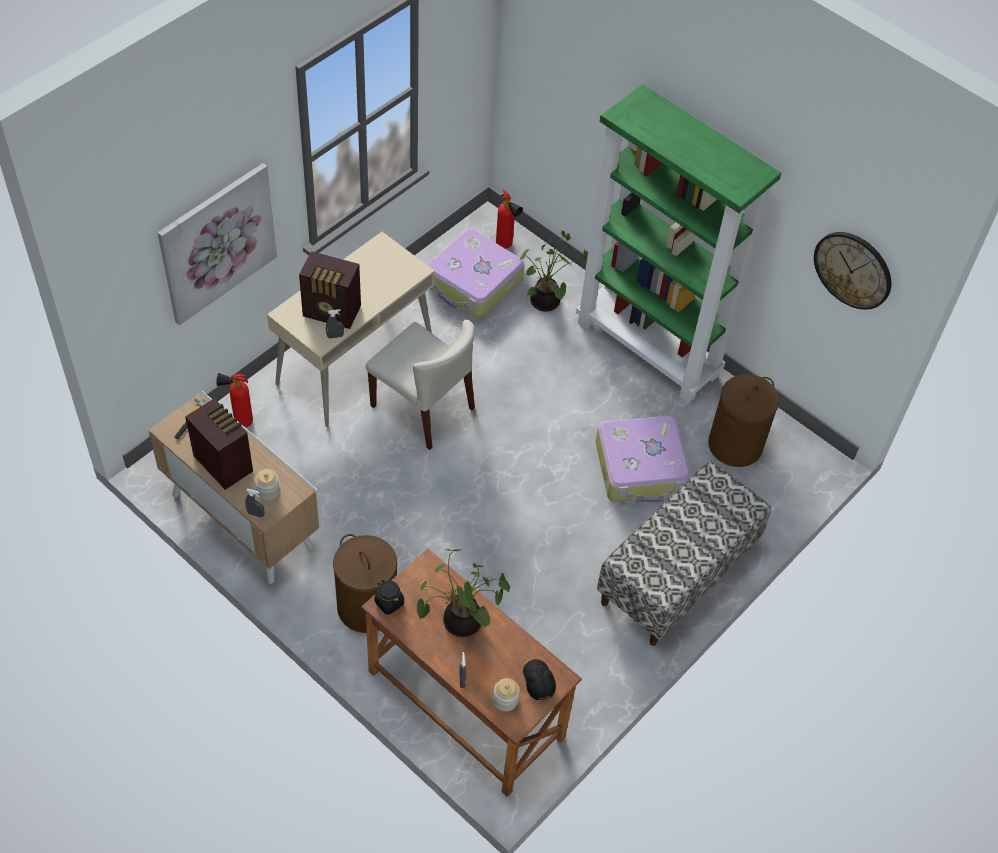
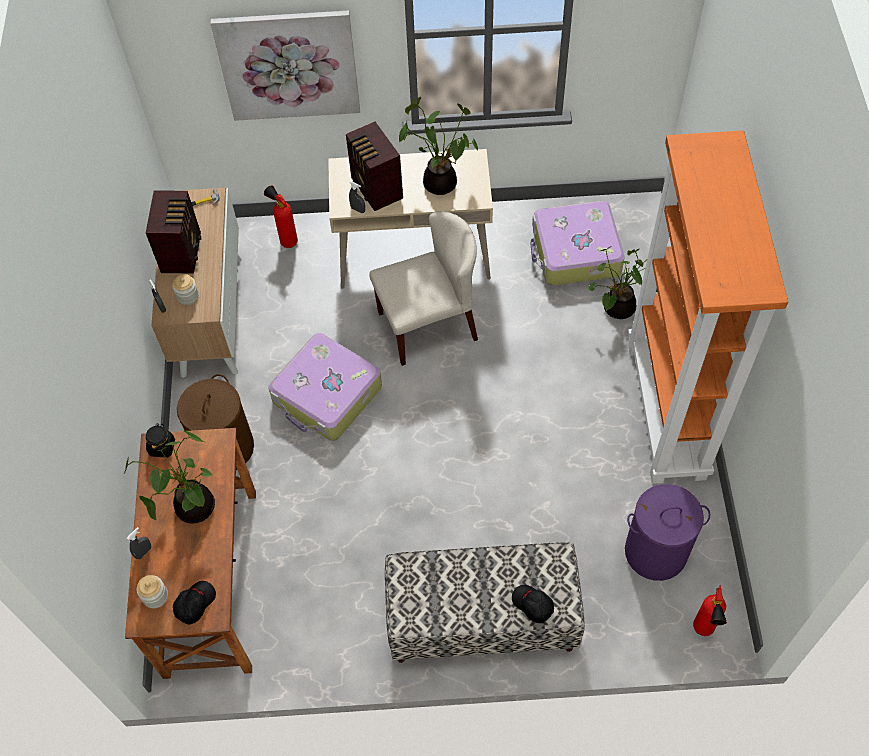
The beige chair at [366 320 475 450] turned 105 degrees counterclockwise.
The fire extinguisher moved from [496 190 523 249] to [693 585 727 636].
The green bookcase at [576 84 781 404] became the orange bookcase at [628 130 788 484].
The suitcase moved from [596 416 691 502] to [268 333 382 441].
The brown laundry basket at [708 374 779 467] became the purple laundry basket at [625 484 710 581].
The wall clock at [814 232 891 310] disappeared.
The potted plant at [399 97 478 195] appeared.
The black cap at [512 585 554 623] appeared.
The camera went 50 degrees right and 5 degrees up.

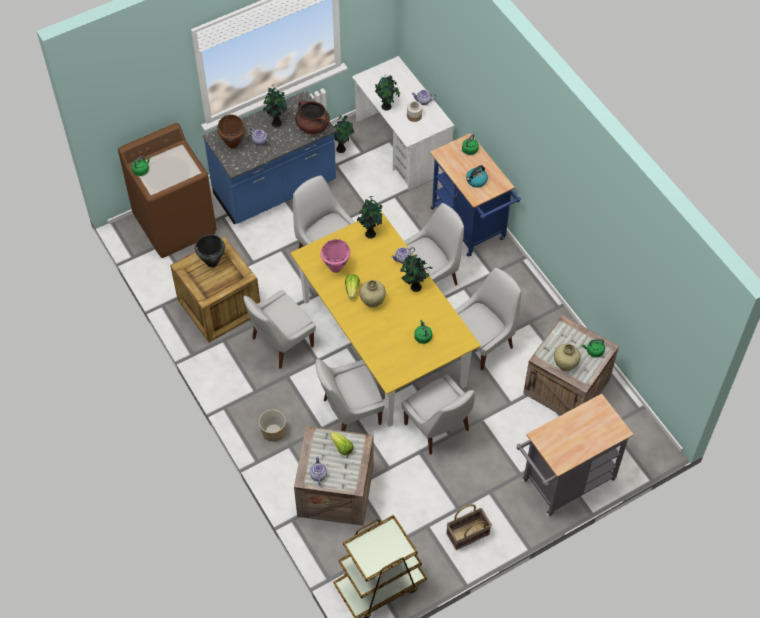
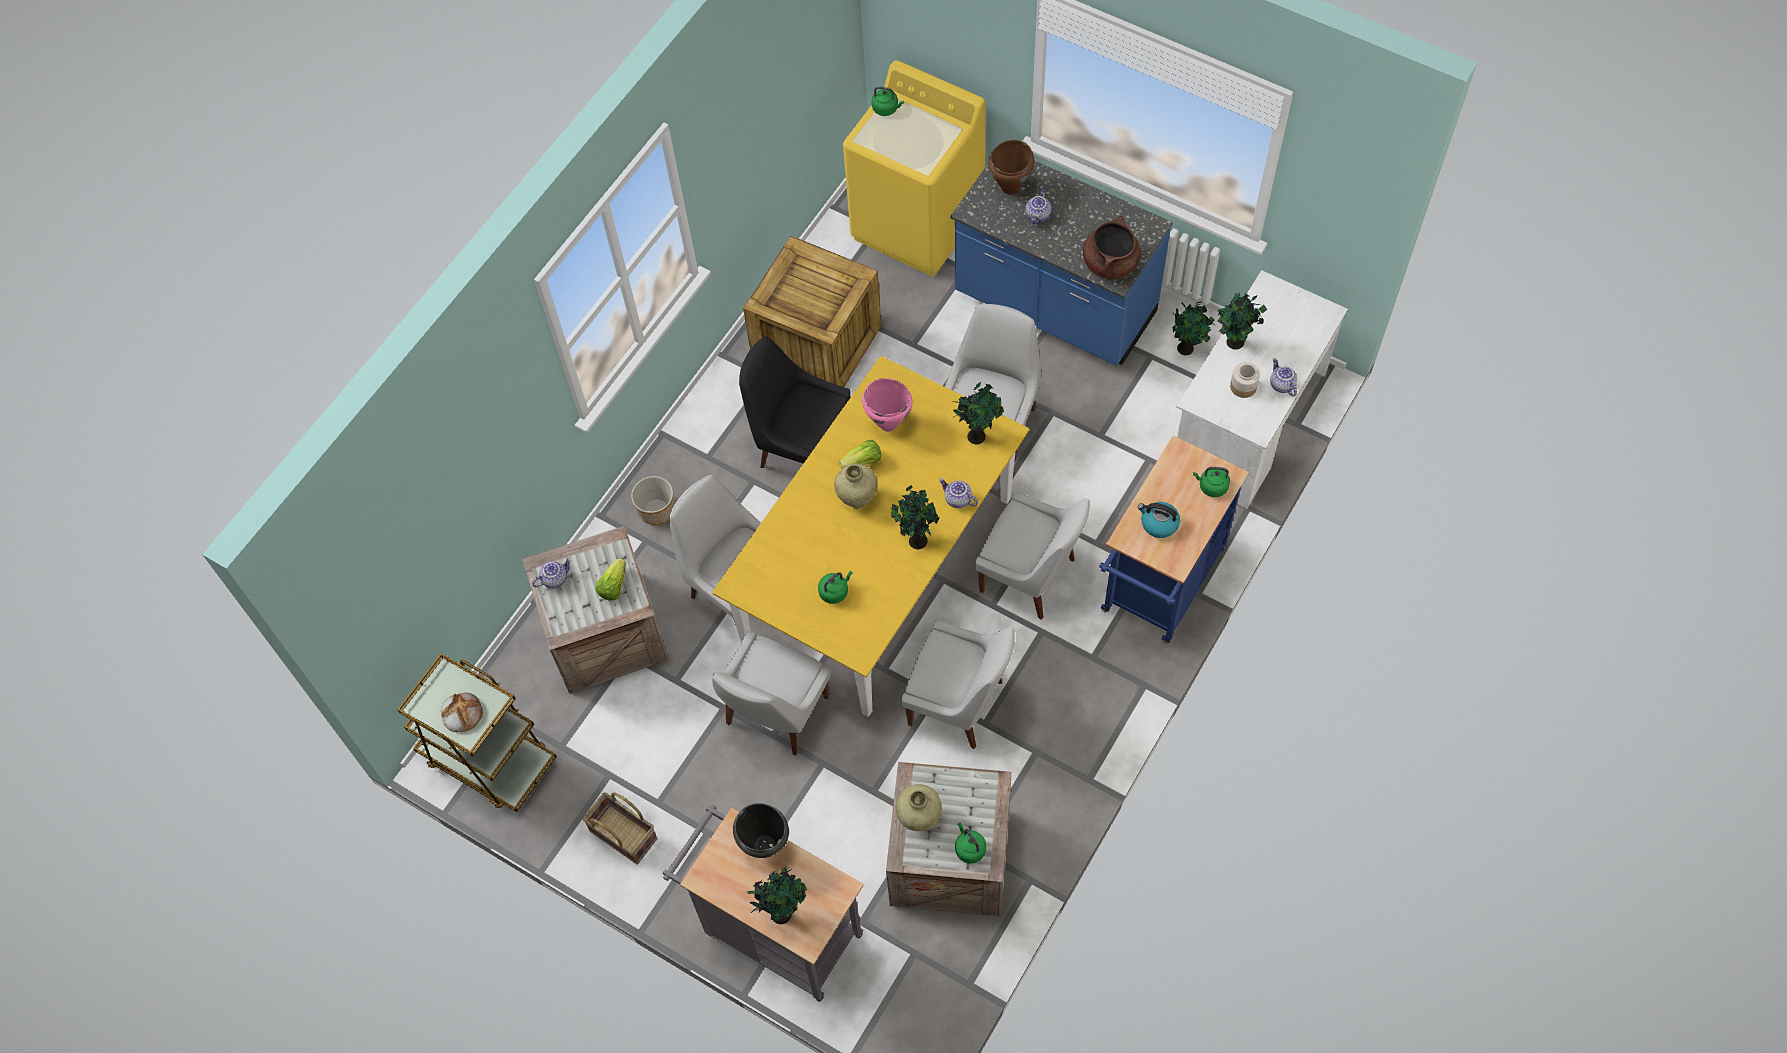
The brown washing machine at [118 123 217 258] became the yellow washing machine at [843 60 985 276].
The black cooking pot moved from [195 235 225 267] to [733 803 789 858].
The white chair at [243 290 316 369] became the black chair at [739 336 850 468].
The potted plant moved from [263 84 287 128] to [747 867 807 924].
The bread at [441 693 483 732] appeared.
The camera went 65 degrees right and 5 degrees up.

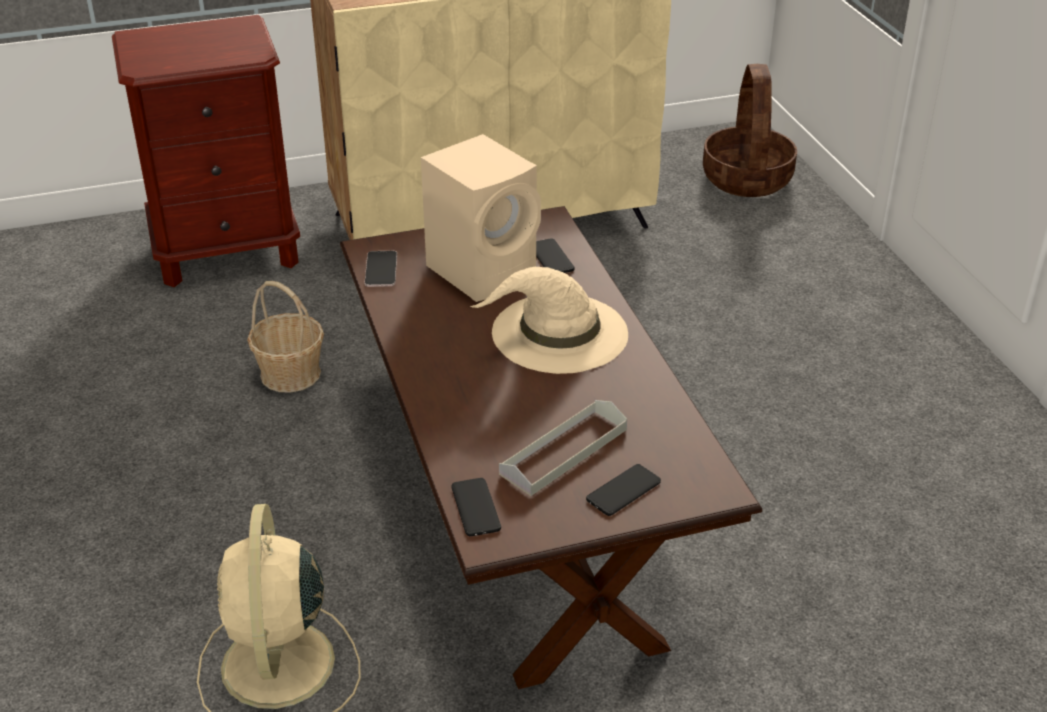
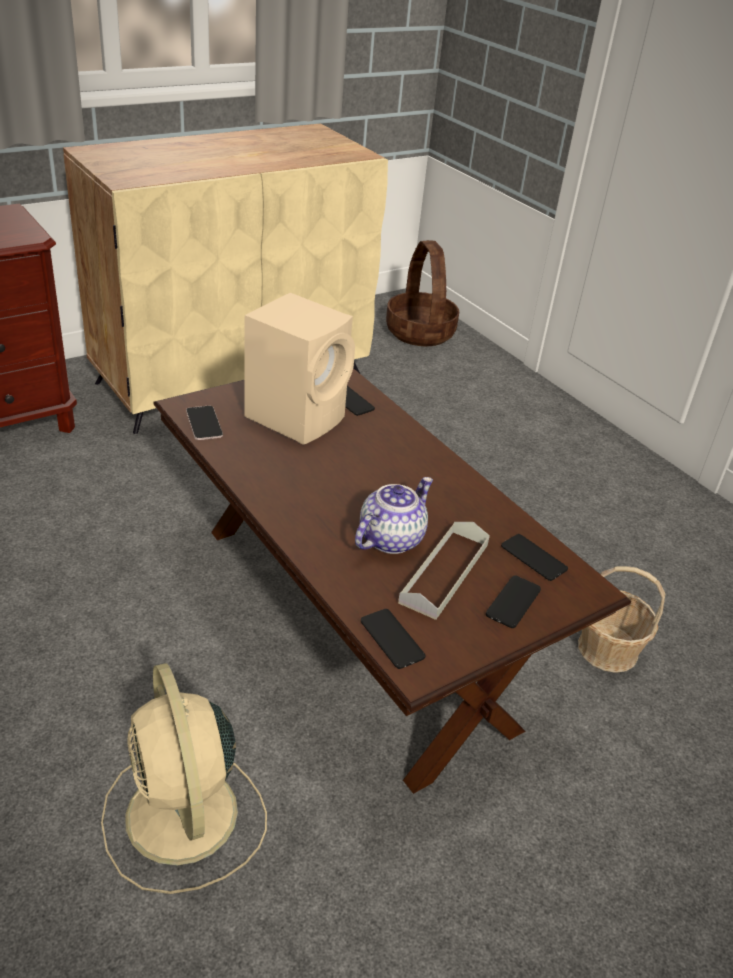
The basket moved from [247 281 324 393] to [578 566 665 673].
The beige hat at [470 267 628 374] disappeared.
The teapot at [355 477 433 554] appeared.
The phone at [501 534 568 581] appeared.
The camera went 20 degrees left and 0 degrees up.

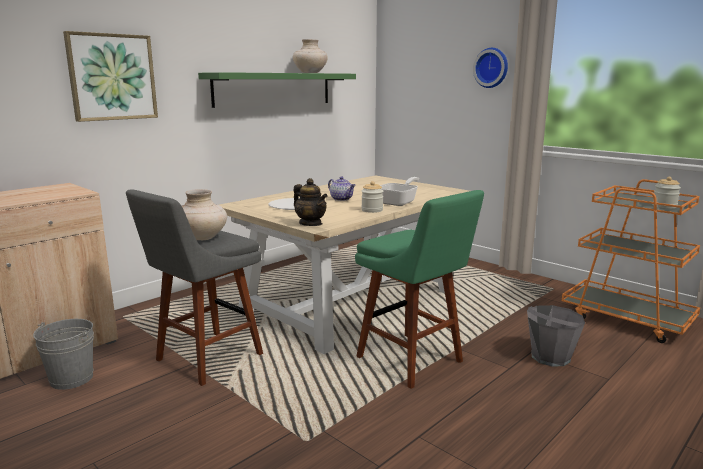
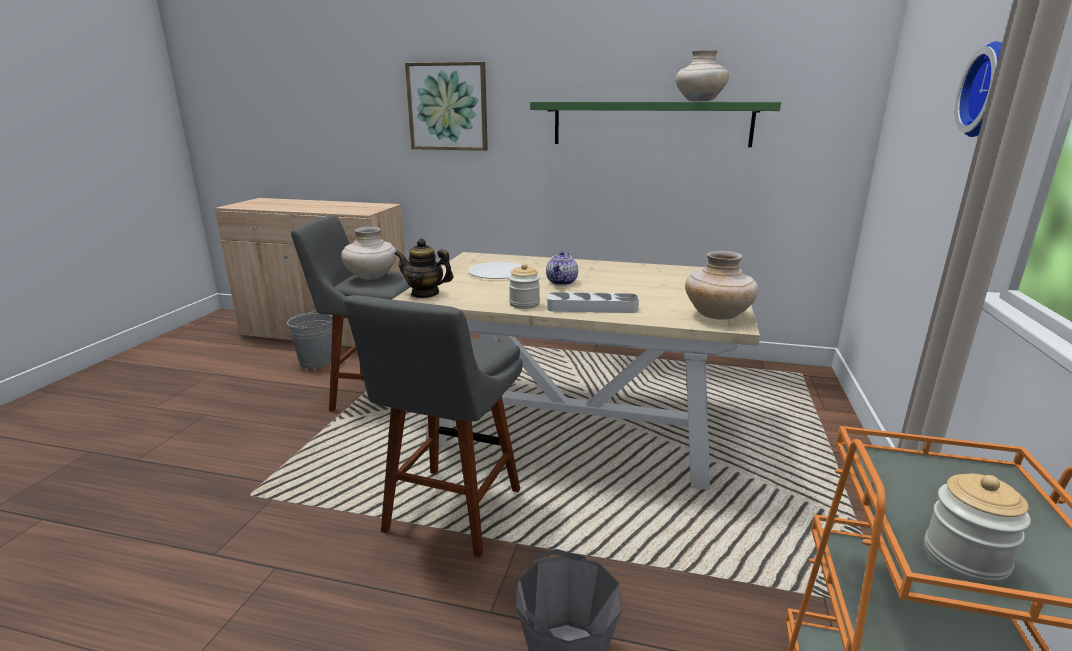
The teapot at [293 178 327 226] turned 90 degrees clockwise.
The green stool at [355 190 484 389] became the grey stool at [344 295 523 558].
The frying pan at [380 177 419 206] was replaced by the grey tray at [547 292 639 313].
The beige vase at [685 251 758 319] appeared.
The camera went 60 degrees right and 5 degrees up.

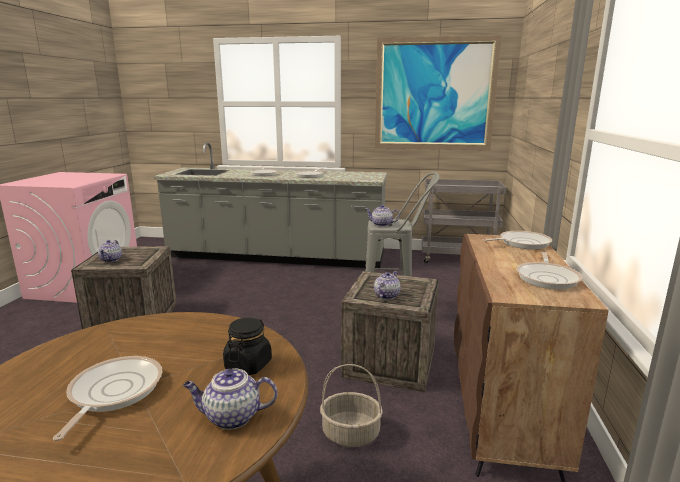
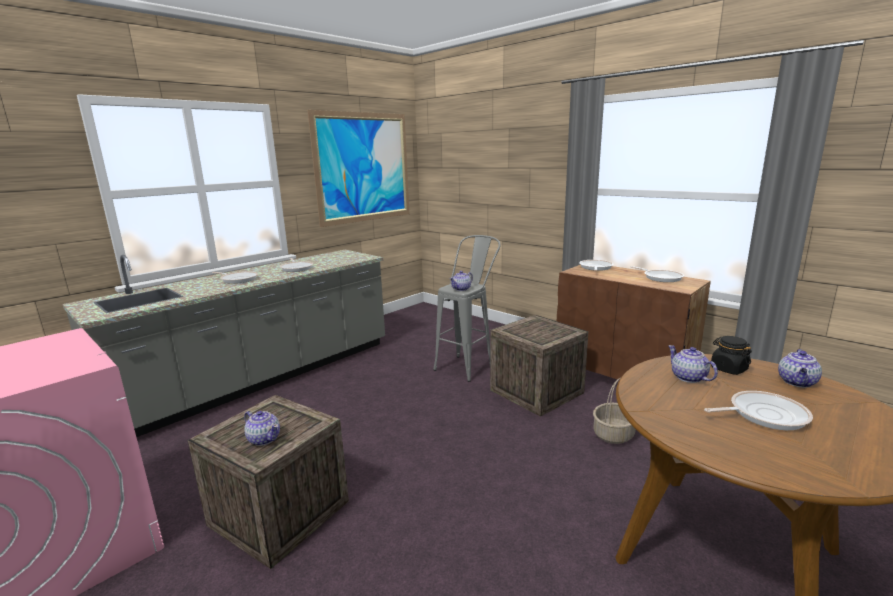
The frying pan at [53 356 162 441] turned 135 degrees clockwise.
The teapot moved from [374 271 400 300] to [668 345 718 383].
The grey cart at [422 179 506 263] disappeared.
The camera went 55 degrees left and 0 degrees up.

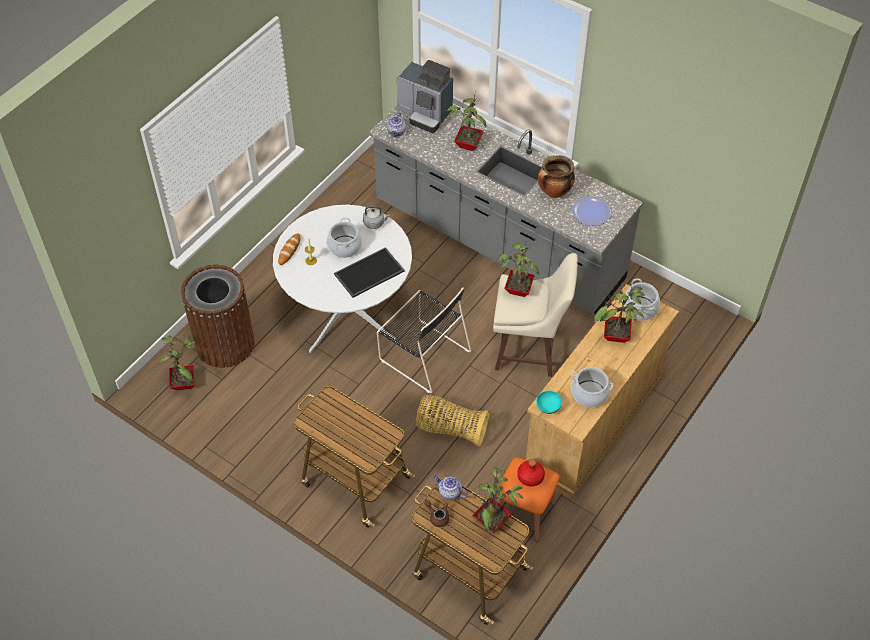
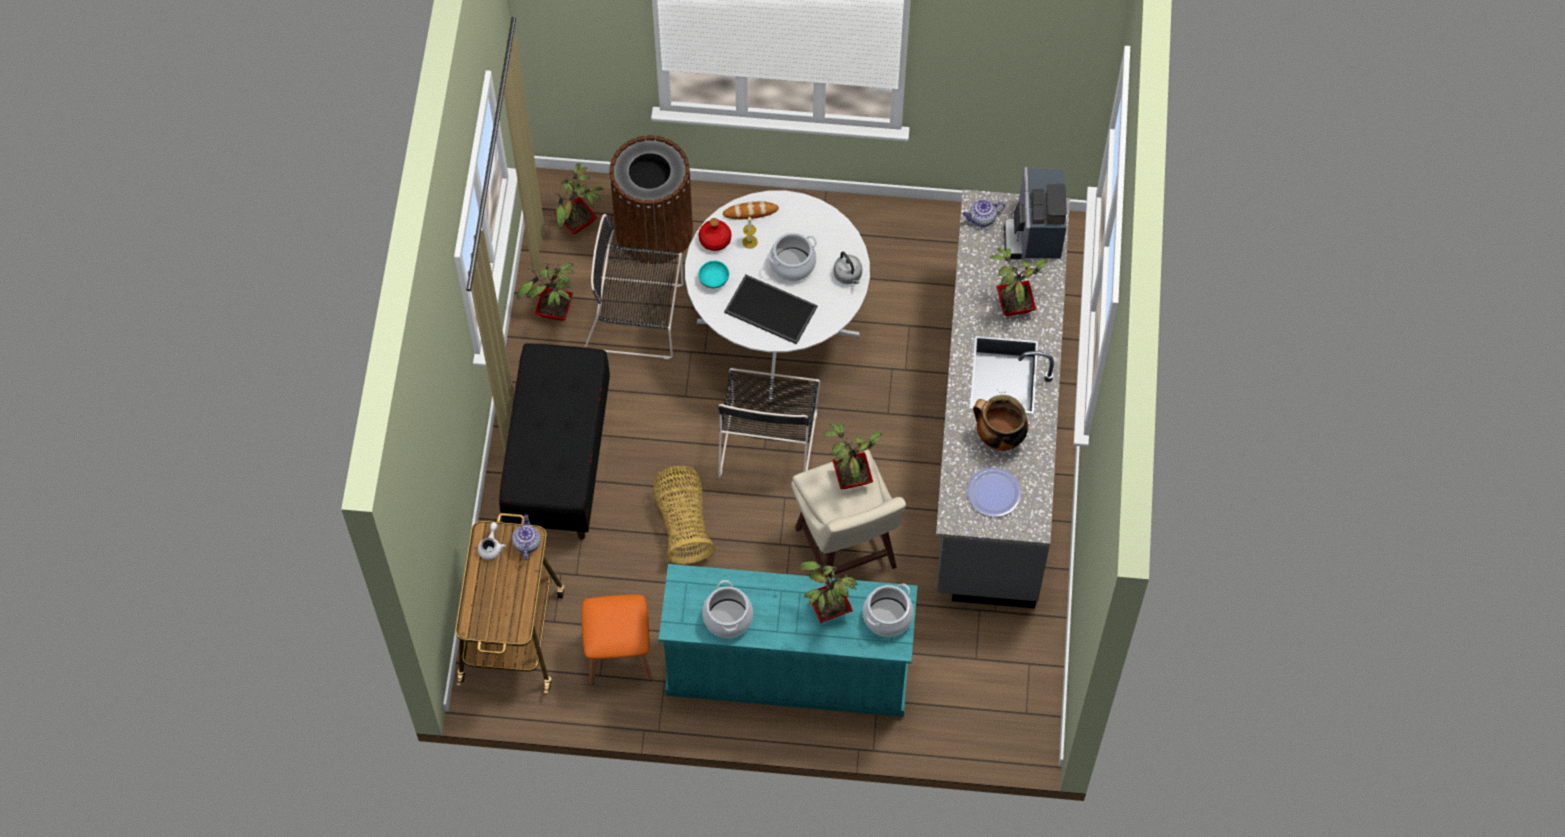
The cart at [293 386 415 528] was replaced by the black bench at [499 343 610 540].
The brown teapot at [424 500 449 527] became the white teapot at [478 523 506 560].
The potted plant moved from [472 467 523 533] to [517 260 575 321].
The red bottle moved from [517 459 545 486] to [698 218 731 251].
The beige dresser at [526 284 679 499] became the turquoise dresser at [659 564 917 717].
The turquoise bowl moved from [536 391 562 414] to [698 261 729 289].
The black chair at [585 214 684 359] appeared.
The camera went 60 degrees right and 10 degrees up.

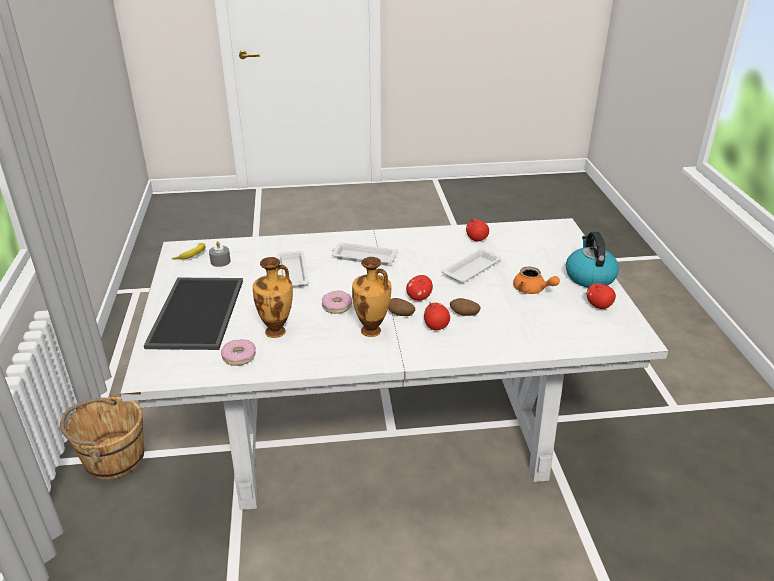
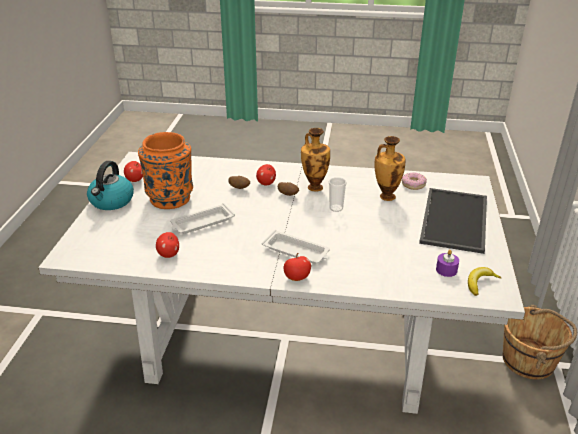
The grey candle at [209 241 231 267] became the purple candle at [436 250 459 277].
The white tray at [276 251 309 287] disappeared.
The donut at [322 291 352 314] was replaced by the cup at [329 177 347 212].
The apple moved from [406 275 433 301] to [284 253 311 281].
The orange teapot at [513 267 560 294] was replaced by the orange vase at [138 132 193 209].
The camera went 165 degrees left and 0 degrees up.

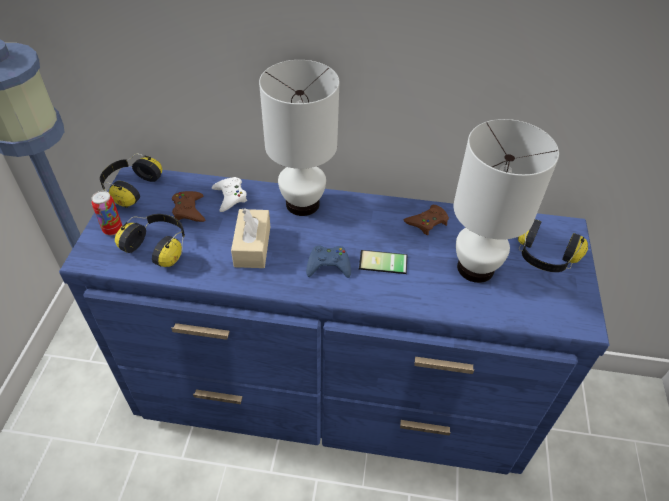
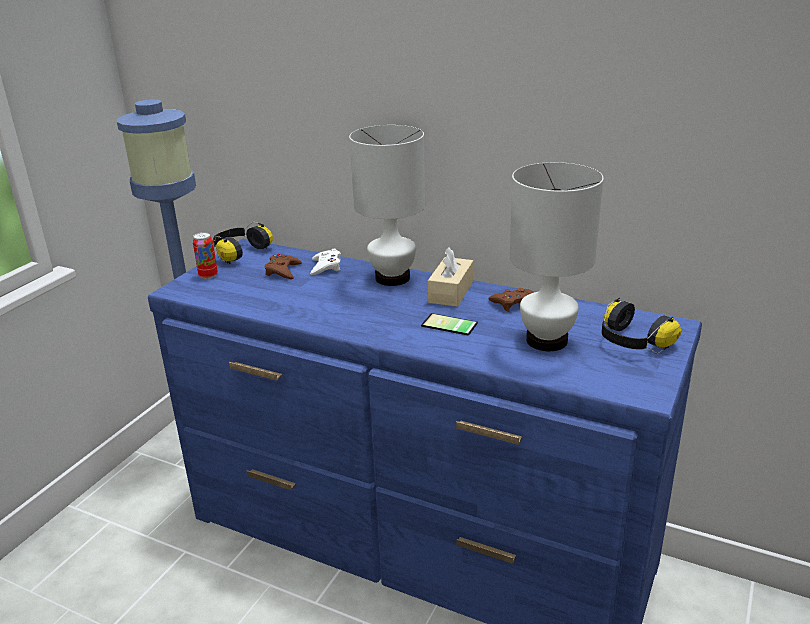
The headphones at [115 214 185 267] disappeared.
The beige tissue box moved from [231 208 270 268] to [428 247 473 307].
The blue game controller at [306 246 351 278] disappeared.
The camera went 20 degrees right and 20 degrees down.

